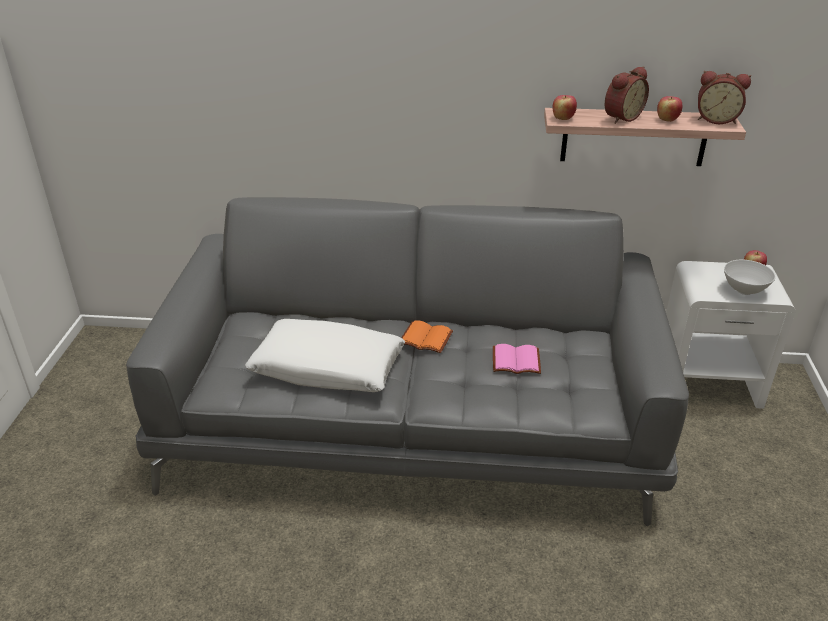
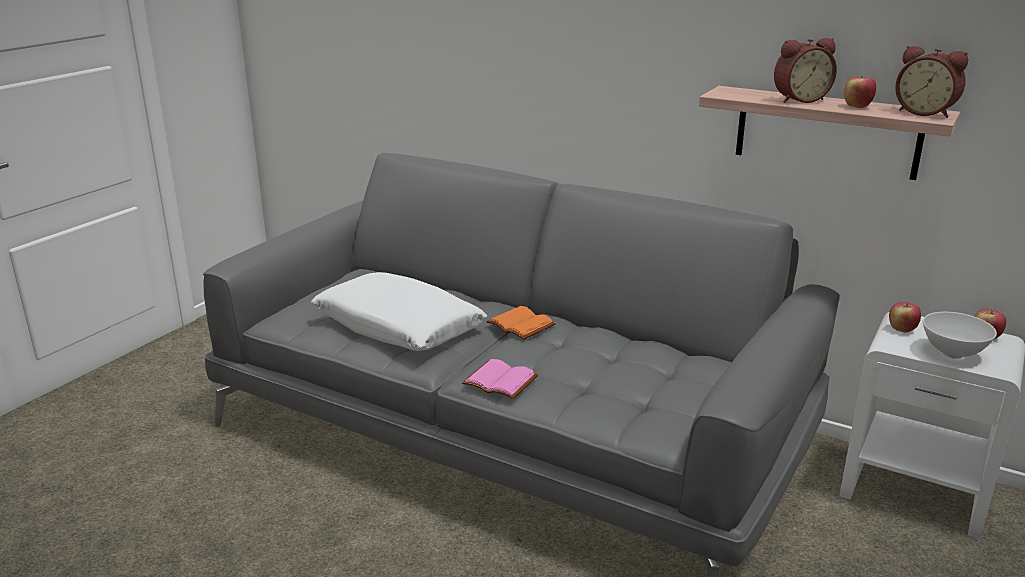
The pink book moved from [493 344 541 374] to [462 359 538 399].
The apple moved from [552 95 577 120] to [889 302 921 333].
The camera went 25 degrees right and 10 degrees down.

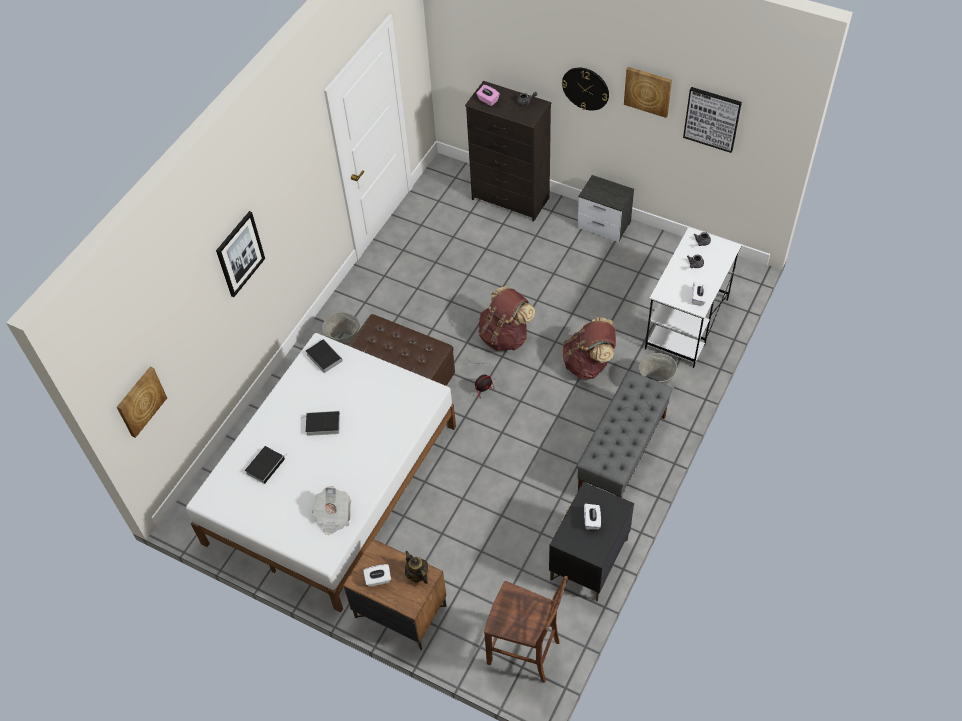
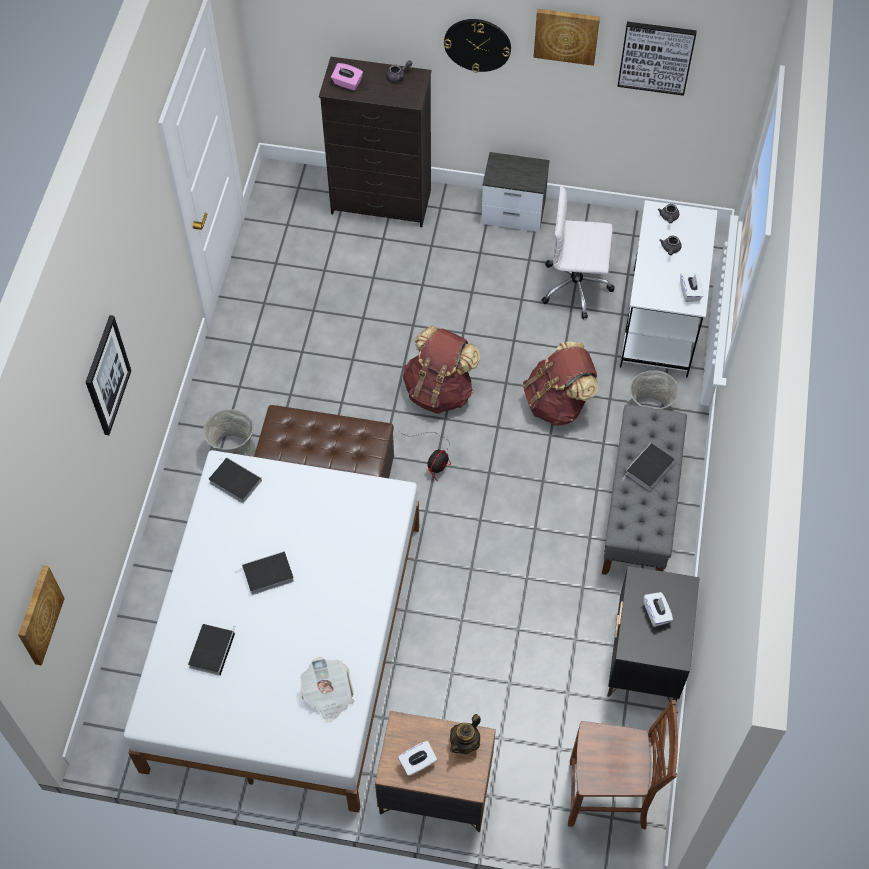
The teapot at [405 551 428 584] turned 90 degrees counterclockwise.
The white office chair at [542 186 615 319] appeared.
The book at [622 443 675 491] appeared.
The camera went 20 degrees left and 5 degrees up.

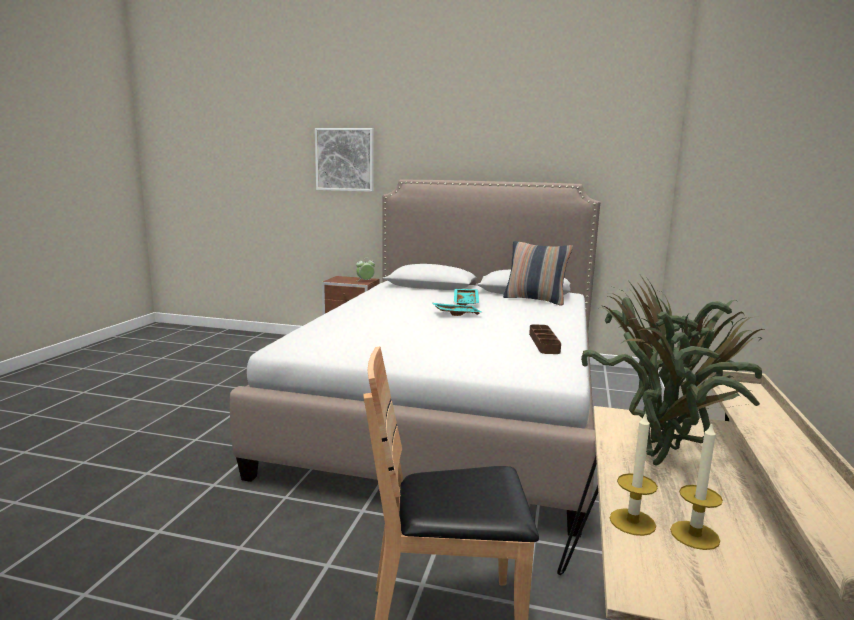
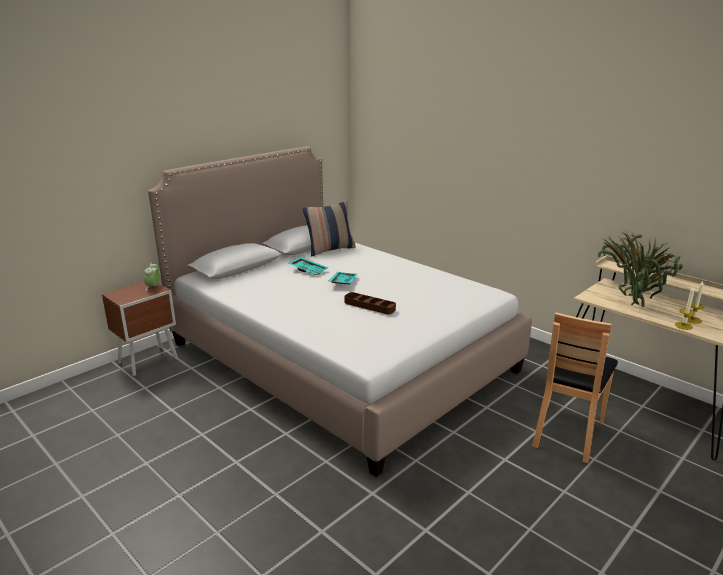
The picture at [315 128 374 192] disappeared.
The brown tray moved from [529 325 561 354] to [344 292 396 314].
The camera went 60 degrees left and 10 degrees up.

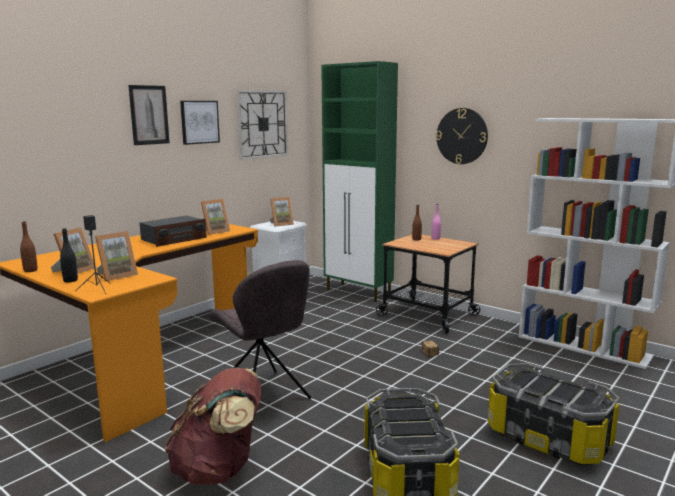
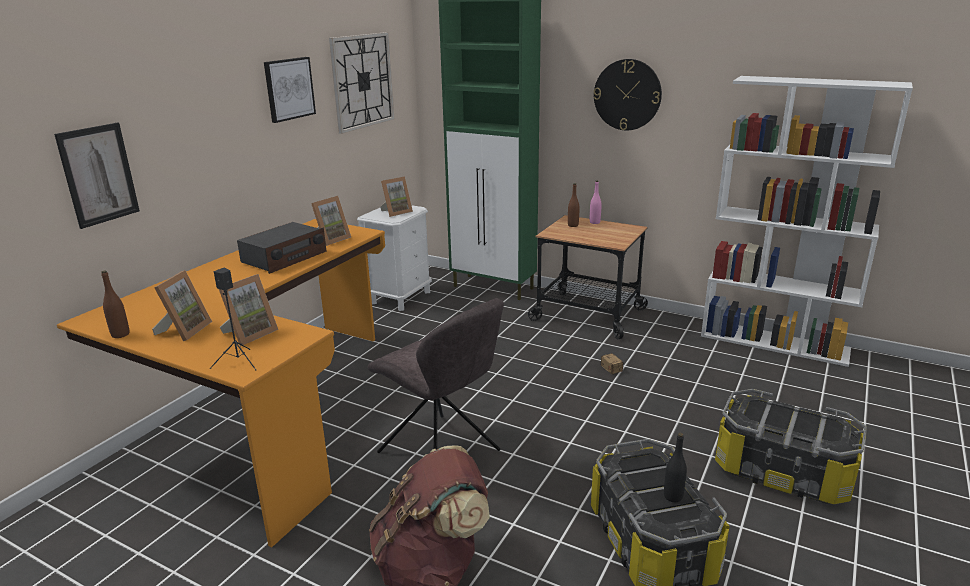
The black bottle moved from [60 228 78 283] to [664 433 687 502].
The picture moved from [128 85 170 145] to [54 123 140 229].
The camera went 10 degrees left and 10 degrees up.

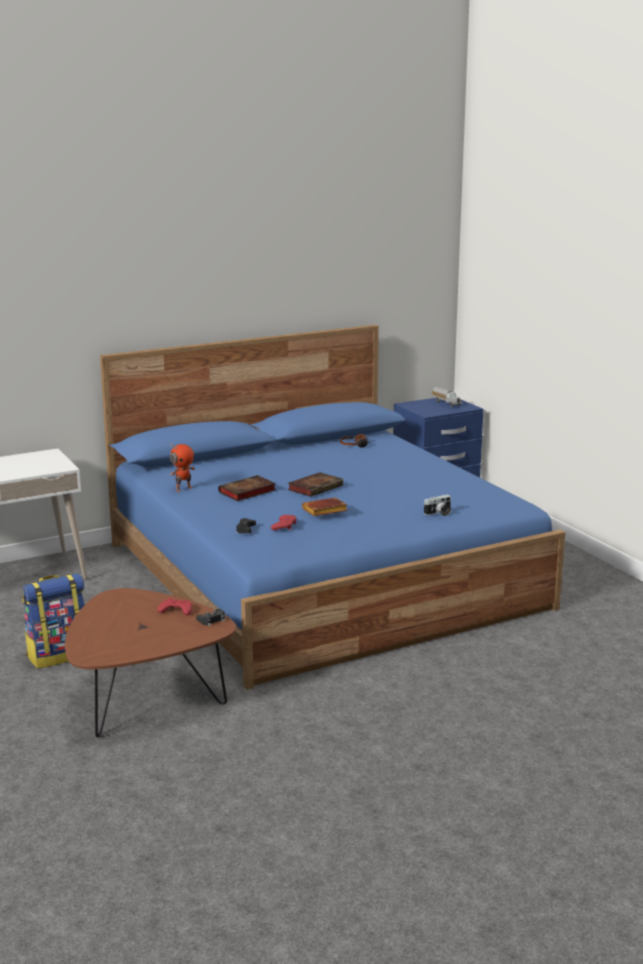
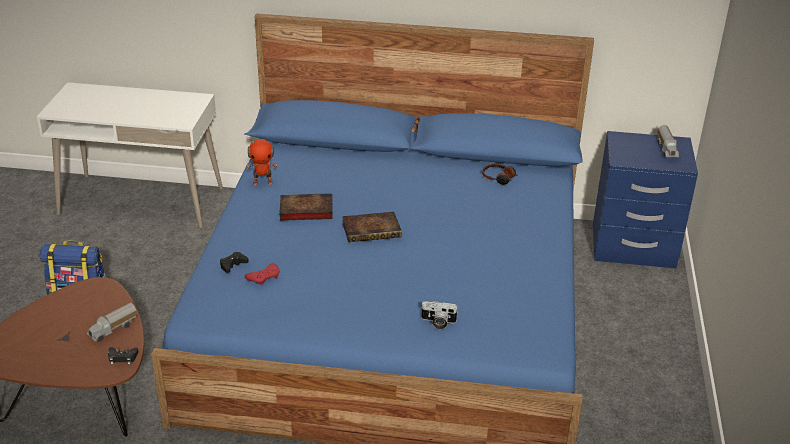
The red game controller at [158 598 192 615] was replaced by the toy truck at [86 302 138 342].
The brown book at [302 497 347 516] disappeared.
The camera went 35 degrees right and 15 degrees up.

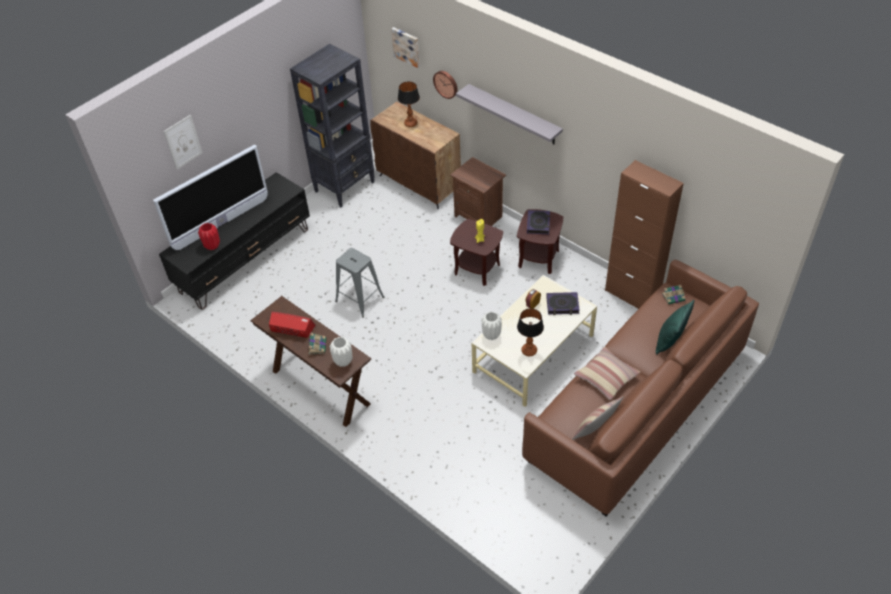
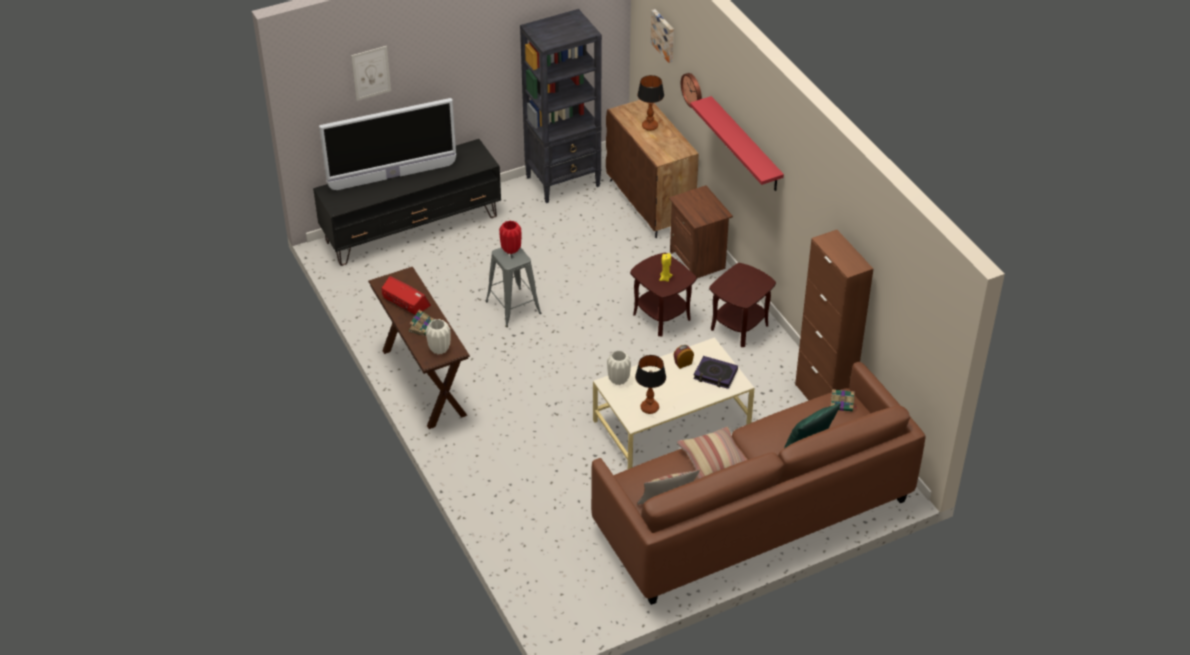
The red vase moved from [198 223 220 250] to [499 221 522 254].
The grey shelf at [456 84 563 144] became the red shelf at [690 96 784 191].
The book at [527 210 550 234] disappeared.
The camera went 20 degrees right and 5 degrees down.

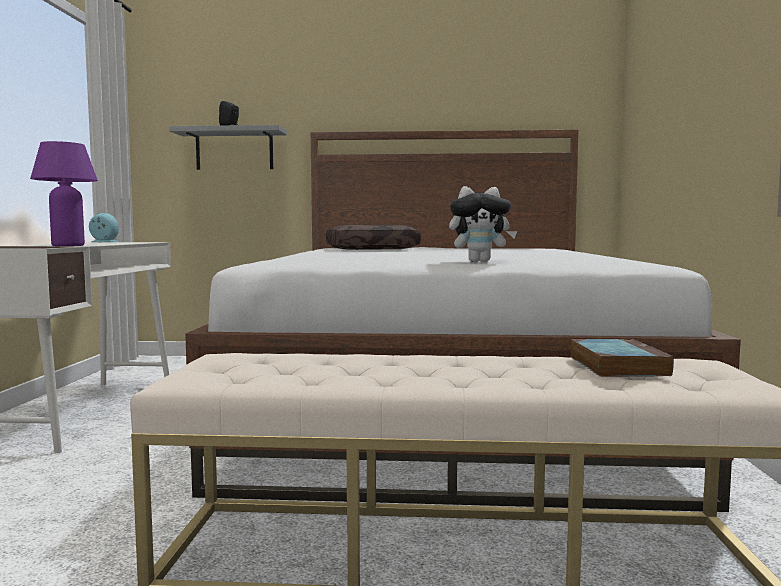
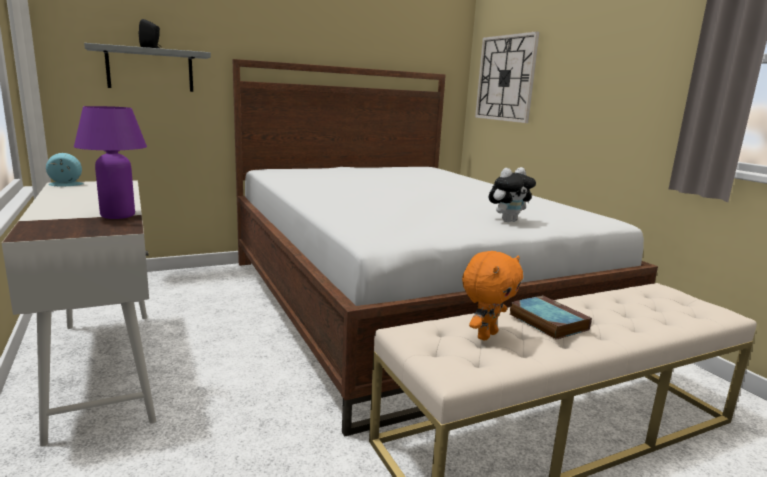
The brown pillow at [326 225 421 250] disappeared.
The book moved from [570 339 674 377] to [509 295 592 340].
The orange plush toy at [462 251 523 340] appeared.
The wall clock at [475 31 540 123] appeared.
The camera went 30 degrees left and 10 degrees up.

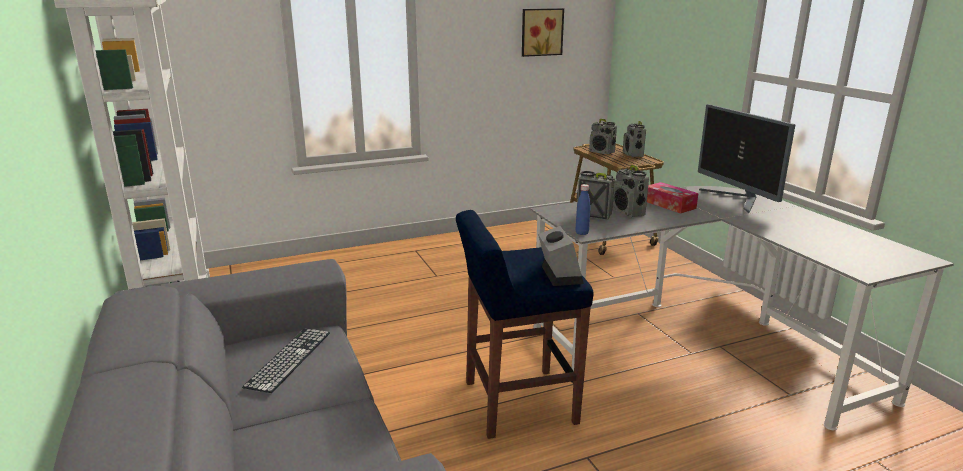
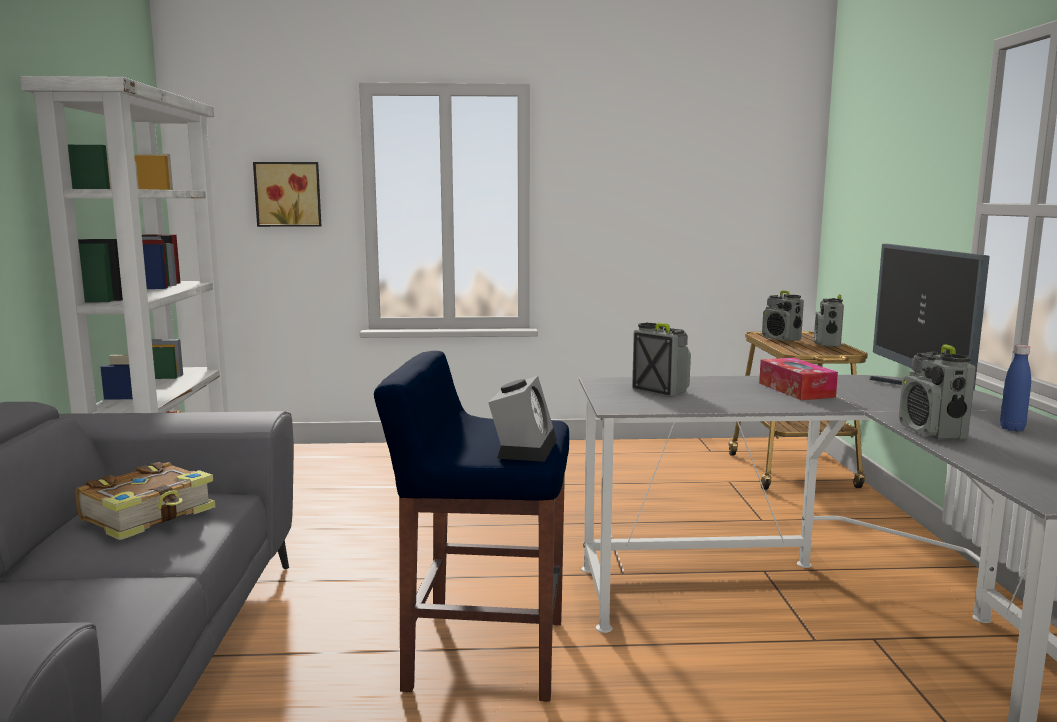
The keyboard at [242 329 330 393] was replaced by the book at [76 462 215 540].
The picture moved from [522 8 564 57] to [253 162 321 227].
The blue bottle moved from [576 184 590 235] to [1000 345 1031 431].
The radio moved from [613 165 649 217] to [899 345 976 440].
The camera went 20 degrees right and 10 degrees down.

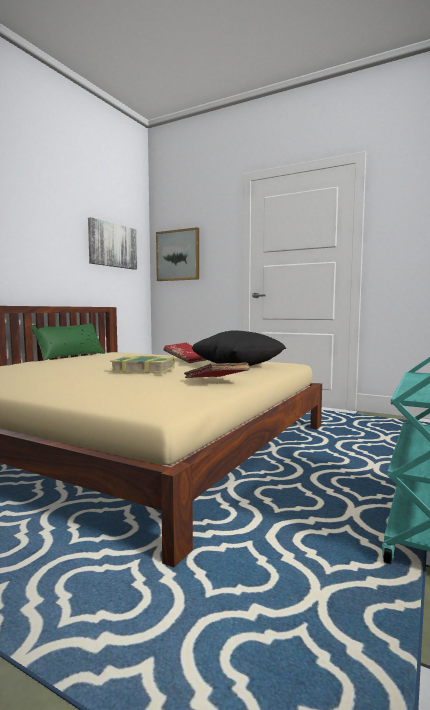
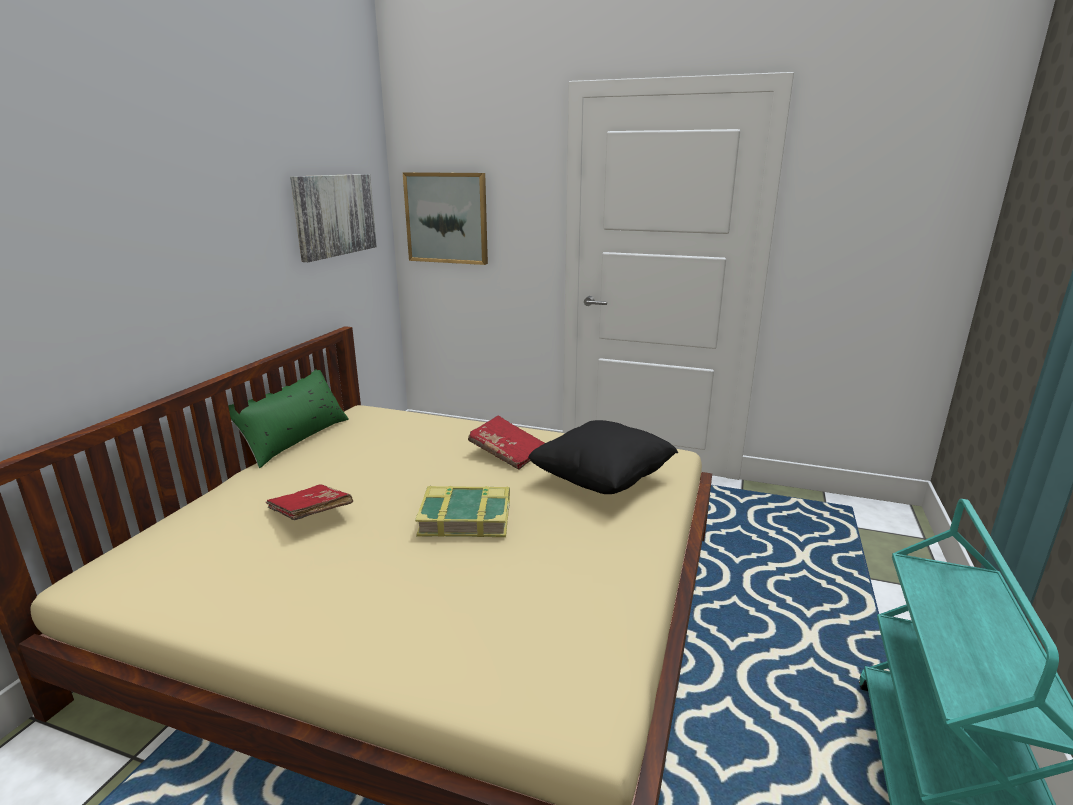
The red book moved from [184 363 250 378] to [266 485 353 521].
The camera went 10 degrees left and 15 degrees up.

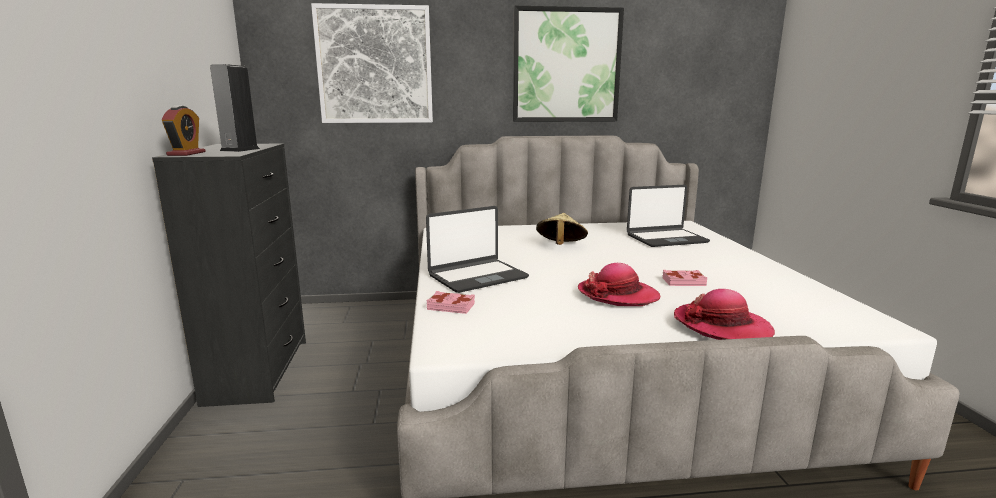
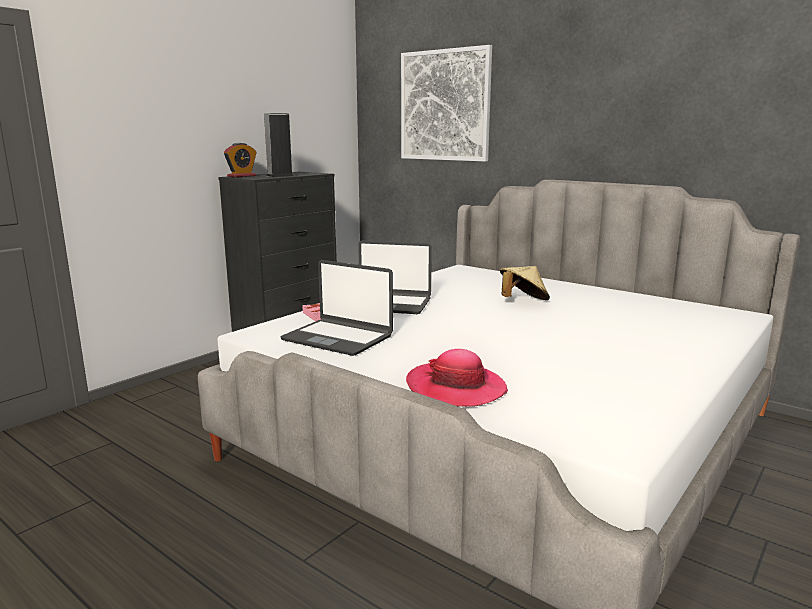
The picture at [513 6 624 122] disappeared.
The hat at [578 263 660 306] disappeared.
The laptop moved from [627 185 710 247] to [281 260 393 356].
The pink book at [662 270 707 286] disappeared.
The camera went 45 degrees right and 0 degrees up.

